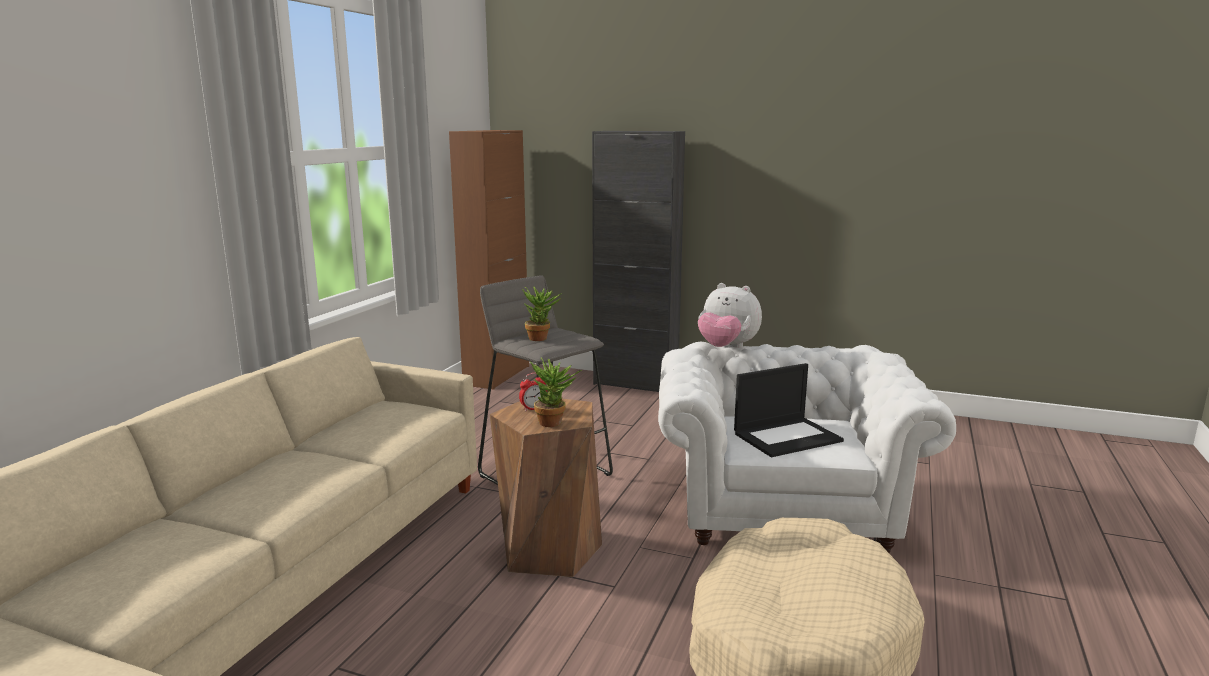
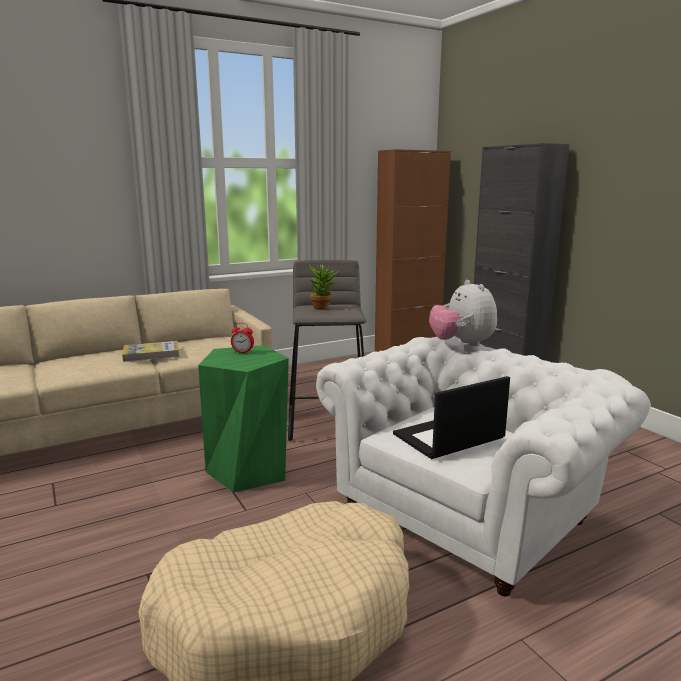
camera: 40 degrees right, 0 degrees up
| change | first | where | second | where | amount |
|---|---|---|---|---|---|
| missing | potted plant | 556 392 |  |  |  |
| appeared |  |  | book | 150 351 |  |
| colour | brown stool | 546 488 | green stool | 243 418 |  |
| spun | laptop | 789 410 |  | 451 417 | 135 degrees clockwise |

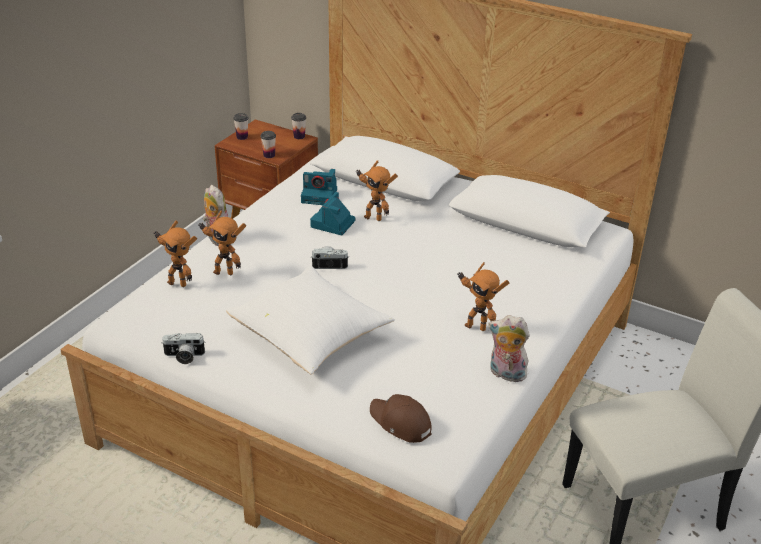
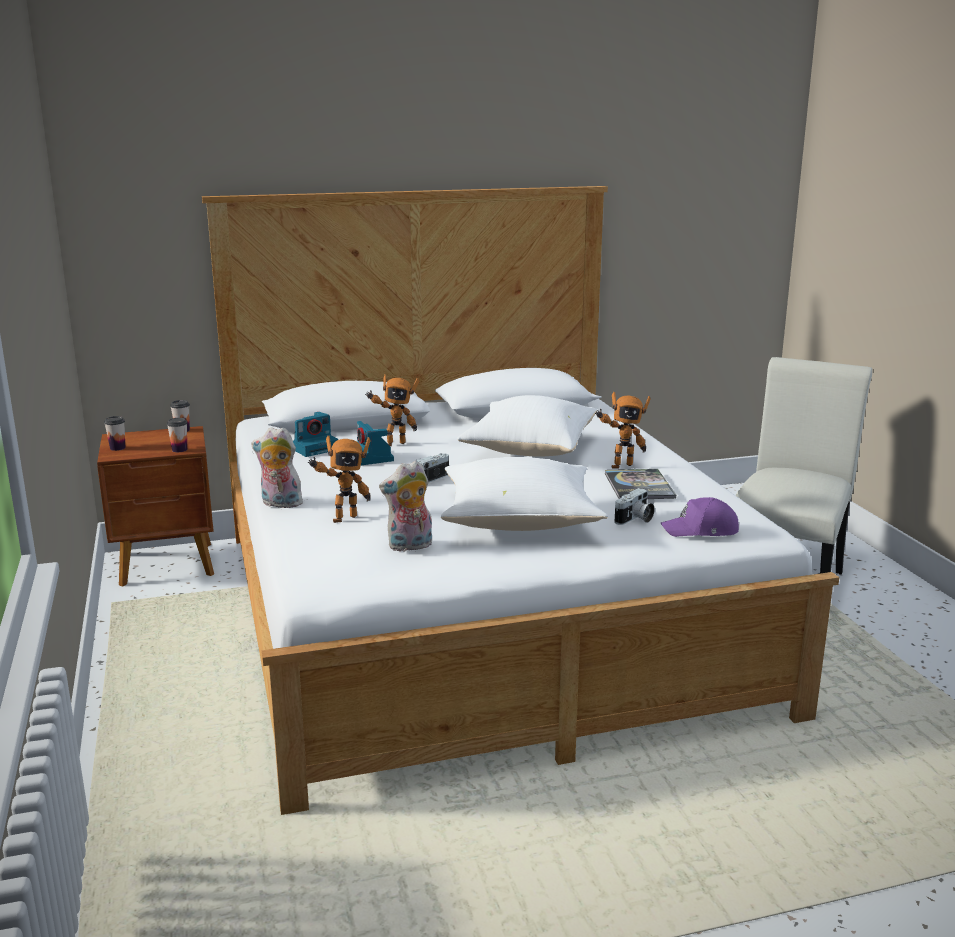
camera: 45 degrees left, 15 degrees down
| change | first | where | second | where | amount |
|---|---|---|---|---|---|
| missing | toy robot | 175 253 |  |  |  |
| appeared |  |  | white pillow | 527 426 |  |
| appeared |  |  | book | 640 484 |  |
| relocated | photo camera | 183 348 |  | 634 506 |  |
| relocated | plush toy | 509 348 |  | 405 506 |  |
| colour | brown cap | 401 418 | purple cap | 700 517 |  |

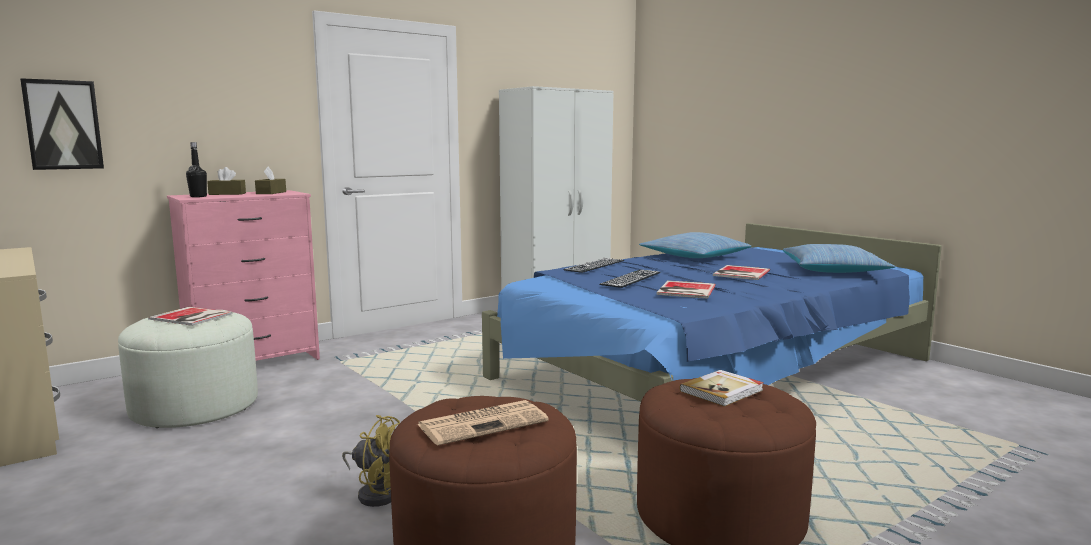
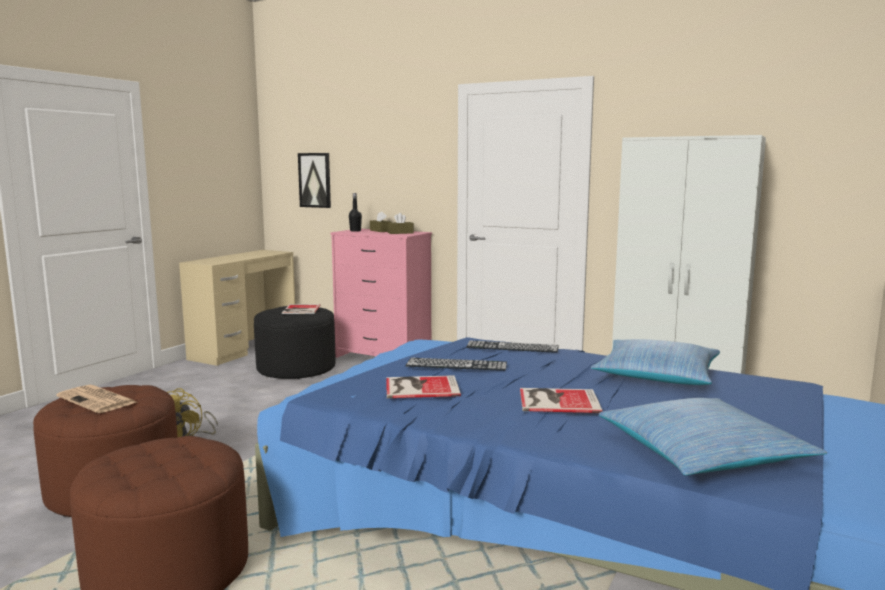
camera: 65 degrees right, 0 degrees up
| change | first | where | second | where | amount |
|---|---|---|---|---|---|
| missing | book | 722 388 |  |  |  |
| colour | white ottoman | 188 369 | black ottoman | 294 342 |  |

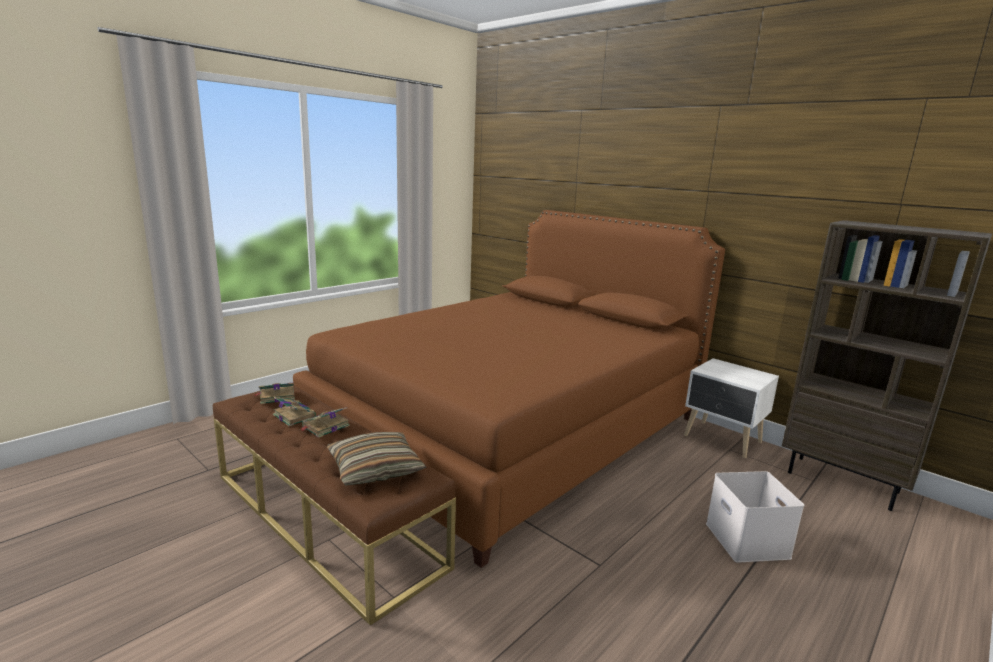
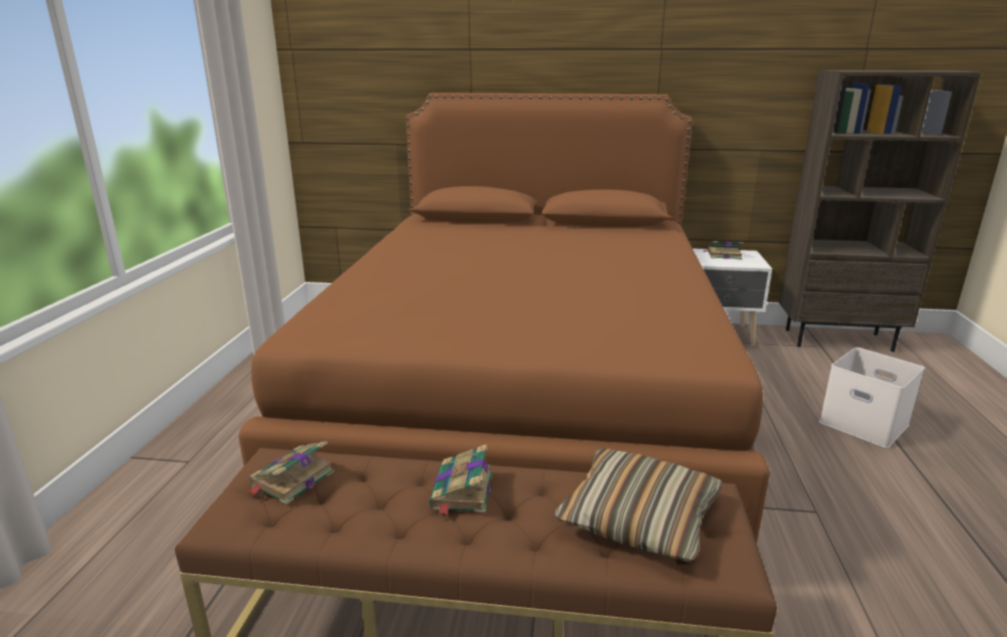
camera: 35 degrees left, 5 degrees up
| change | first | where | second | where | amount |
|---|---|---|---|---|---|
| relocated | book | 294 411 |  | 723 250 |  |

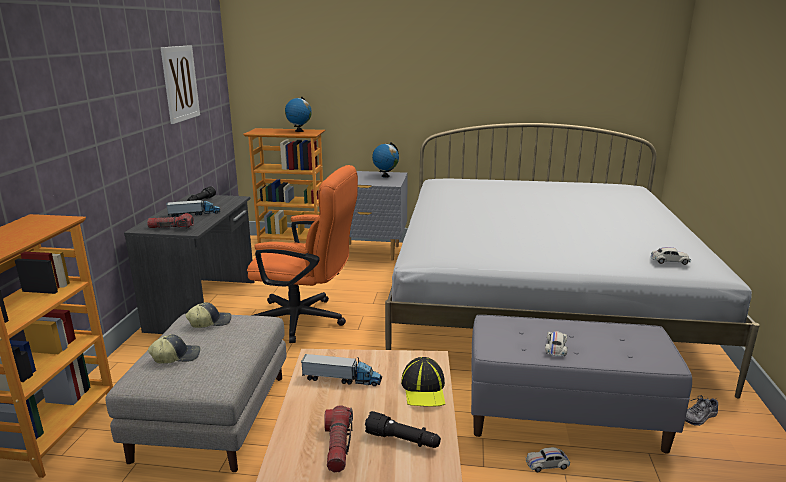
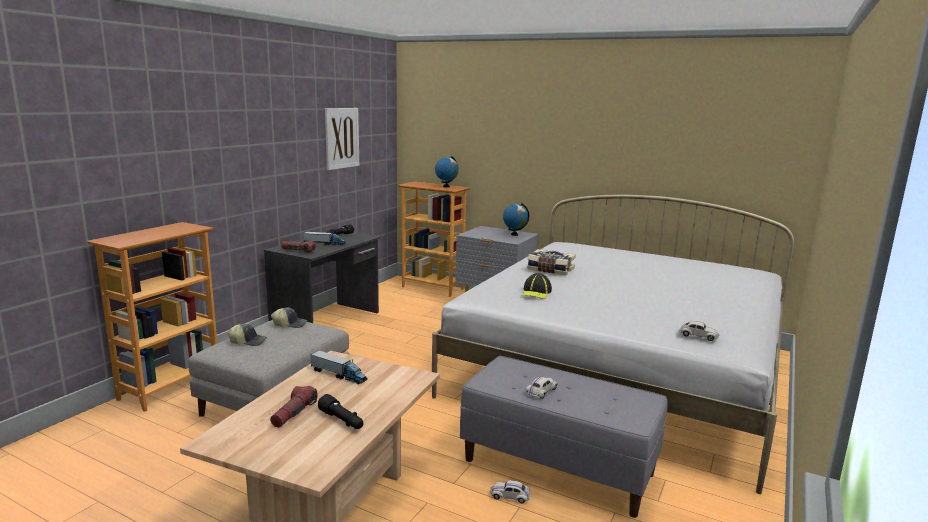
camera: 20 degrees right, 5 degrees down
| change | first | where | second | where | amount |
|---|---|---|---|---|---|
| missing | orange office chair | 302 254 |  |  |  |
| missing | shoe | 701 410 |  |  |  |
| appeared |  |  | book | 551 262 |  |
| relocated | cap | 423 382 |  | 536 286 |  |

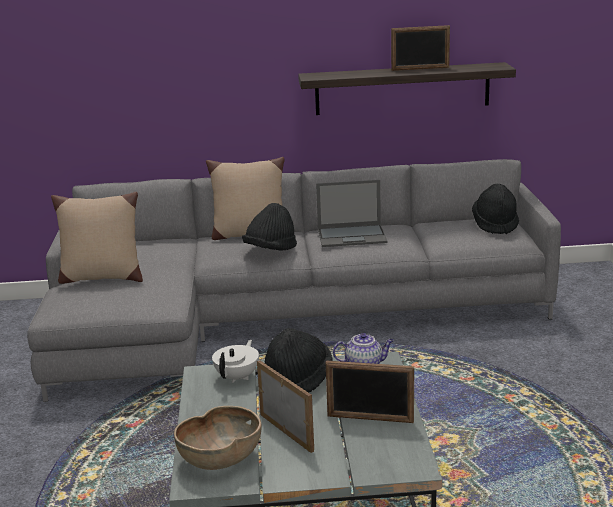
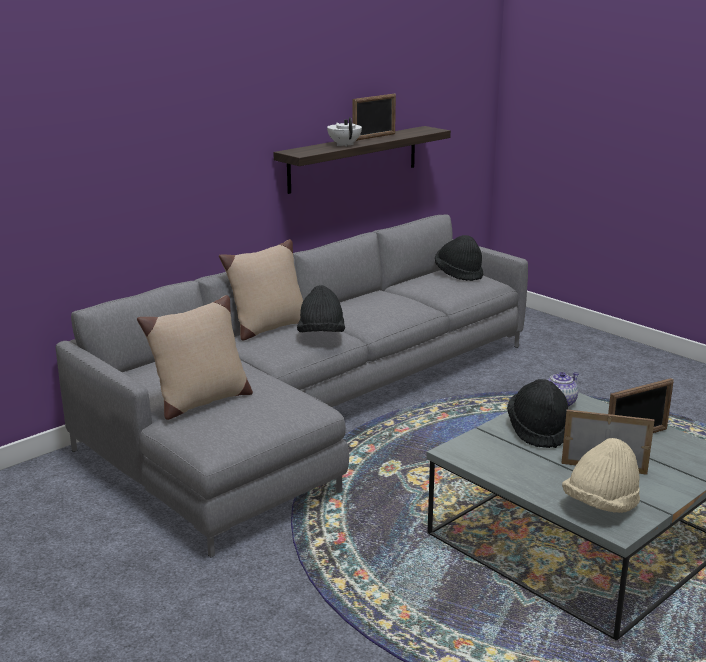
camera: 40 degrees left, 0 degrees up
| change | first | where | second | where | amount |
|---|---|---|---|---|---|
| missing | laptop | 351 213 |  |  |  |
| relocated | white teapot | 235 361 |  | 344 132 |  |
| exchanged | brown bowl | 218 438 | beige hat | 601 475 |  |

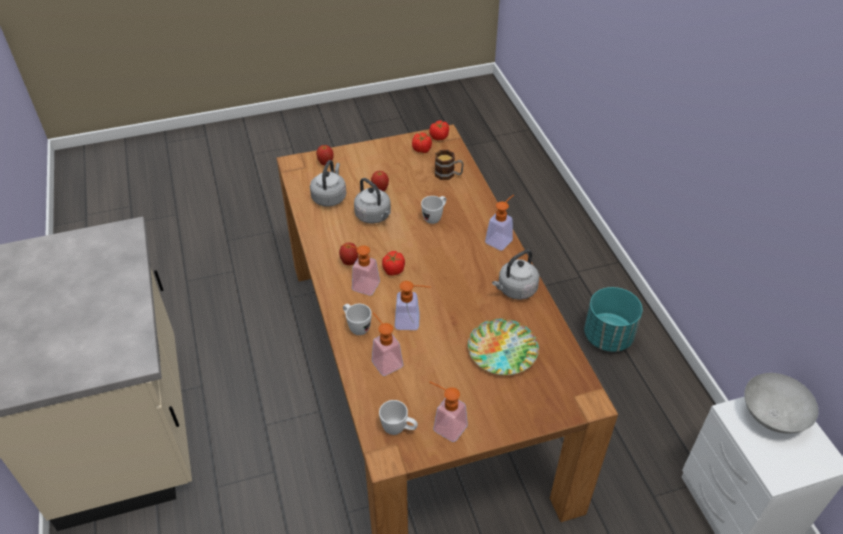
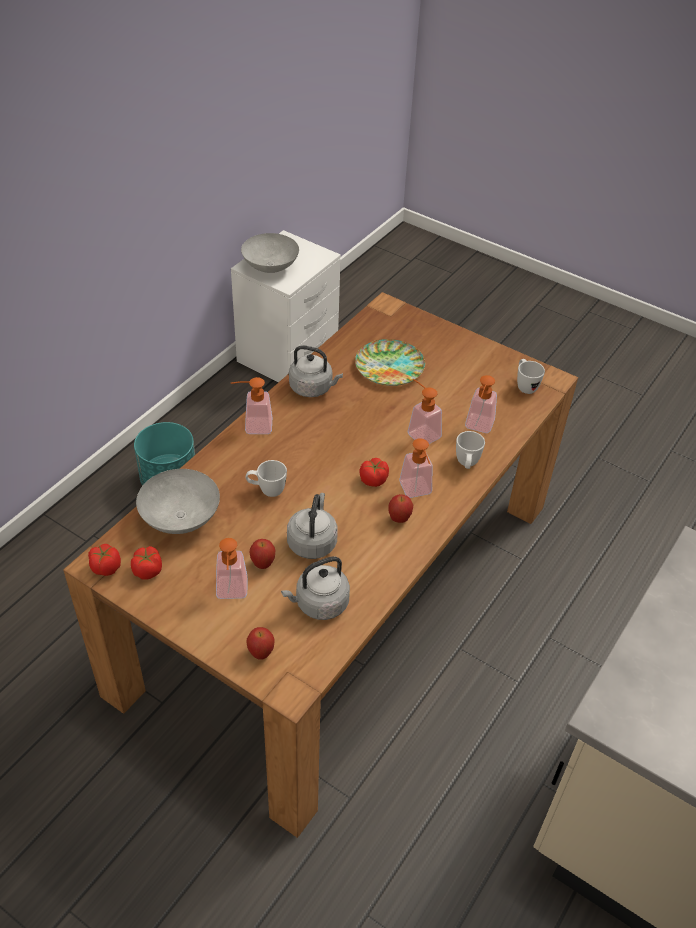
camera: 130 degrees left, 0 degrees up
| change | first | where | second | where | amount |
|---|---|---|---|---|---|
| relocated | soap dispenser | 448 412 |  | 232 568 |  |
| exchanged | mug | 449 165 | grey bowl | 178 501 |  |

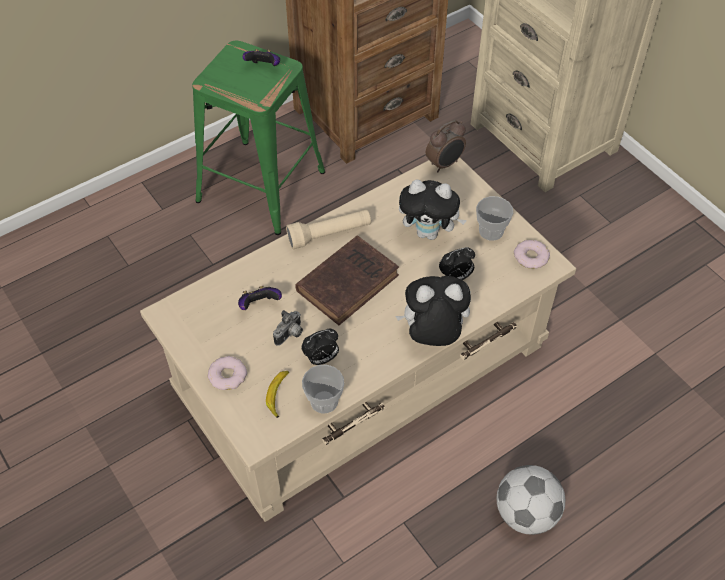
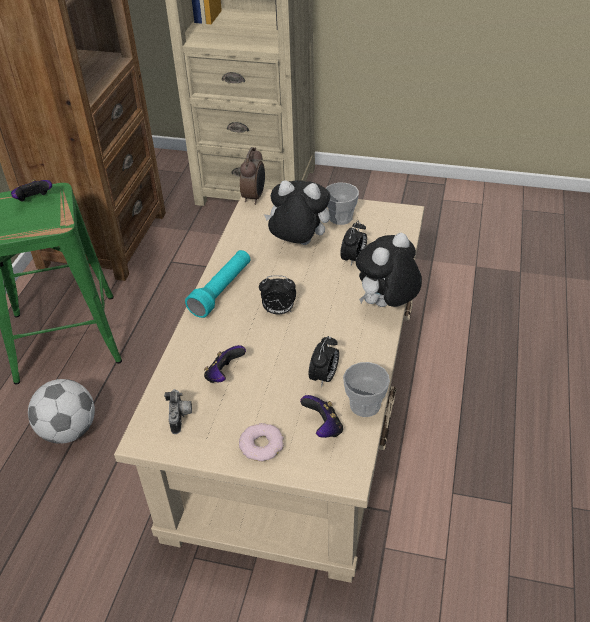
camera: 40 degrees left, 10 degrees down
| change | first | where | second | where | amount |
|---|---|---|---|---|---|
| missing | donut | 532 254 |  |  |  |
| relocated | photo camera | 288 328 |  | 178 411 |  |
| relocated | football | 531 500 |  | 61 411 |  |
| exchanged | banana | 277 394 | game controller | 321 416 |  |
| exchanged | brown book | 347 280 | alarm clock | 277 294 |  |
| colour | beige flashlight | 328 229 | turquoise flashlight | 217 284 |  |
| spun | plush toy | 433 209 |  | 297 212 | 135 degrees counterclockwise |

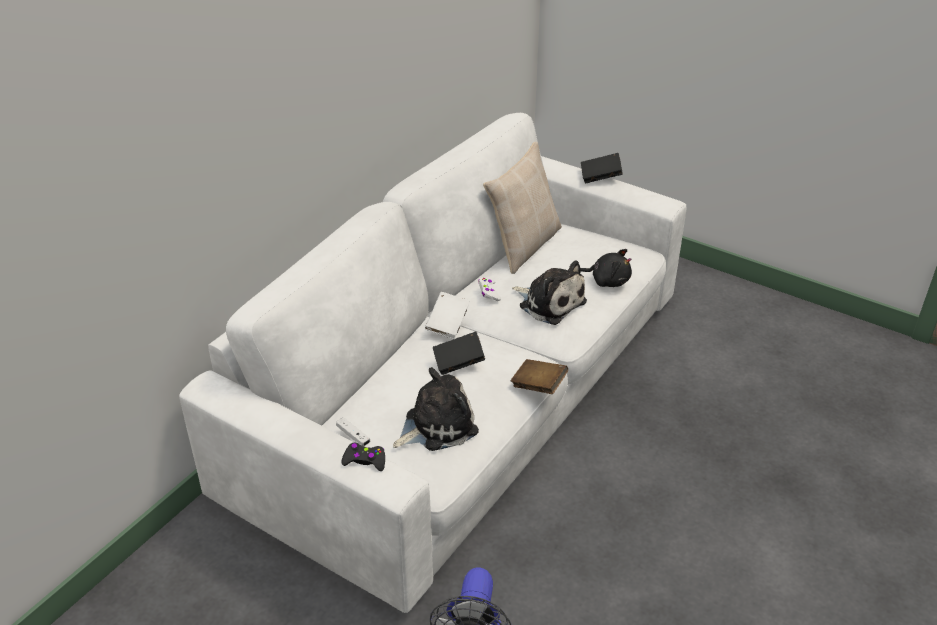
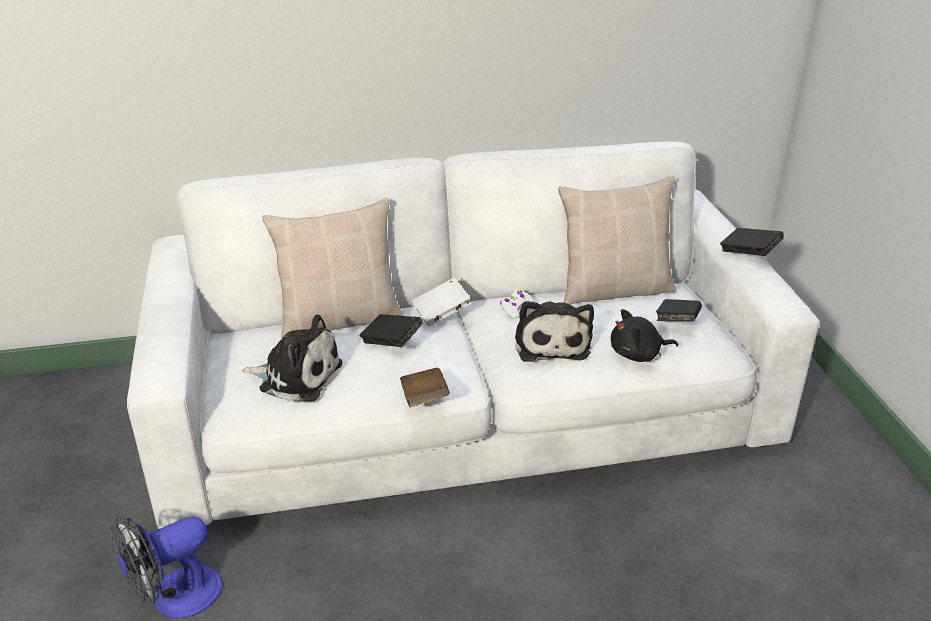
camera: 45 degrees right, 5 degrees down
| change | first | where | second | where | amount |
|---|---|---|---|---|---|
| missing | white game controller | 353 431 |  |  |  |
| missing | black game controller | 363 456 |  |  |  |
| appeared |  |  | beige pillow | 333 268 |  |
| appeared |  |  | black book | 679 310 |  |
| spun | black plush toy | 606 268 |  | 644 335 | 105 degrees clockwise |

